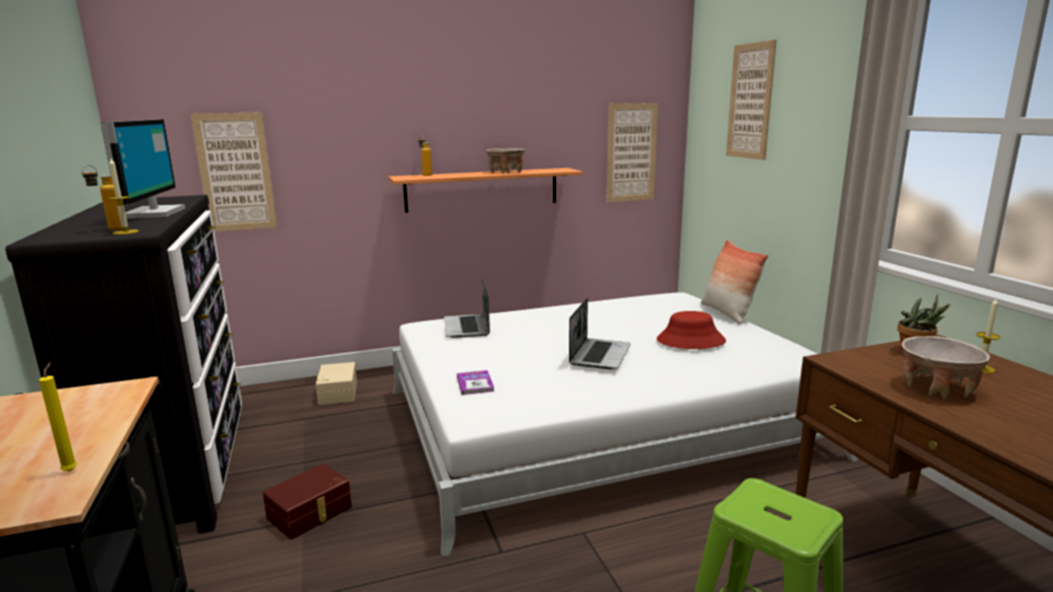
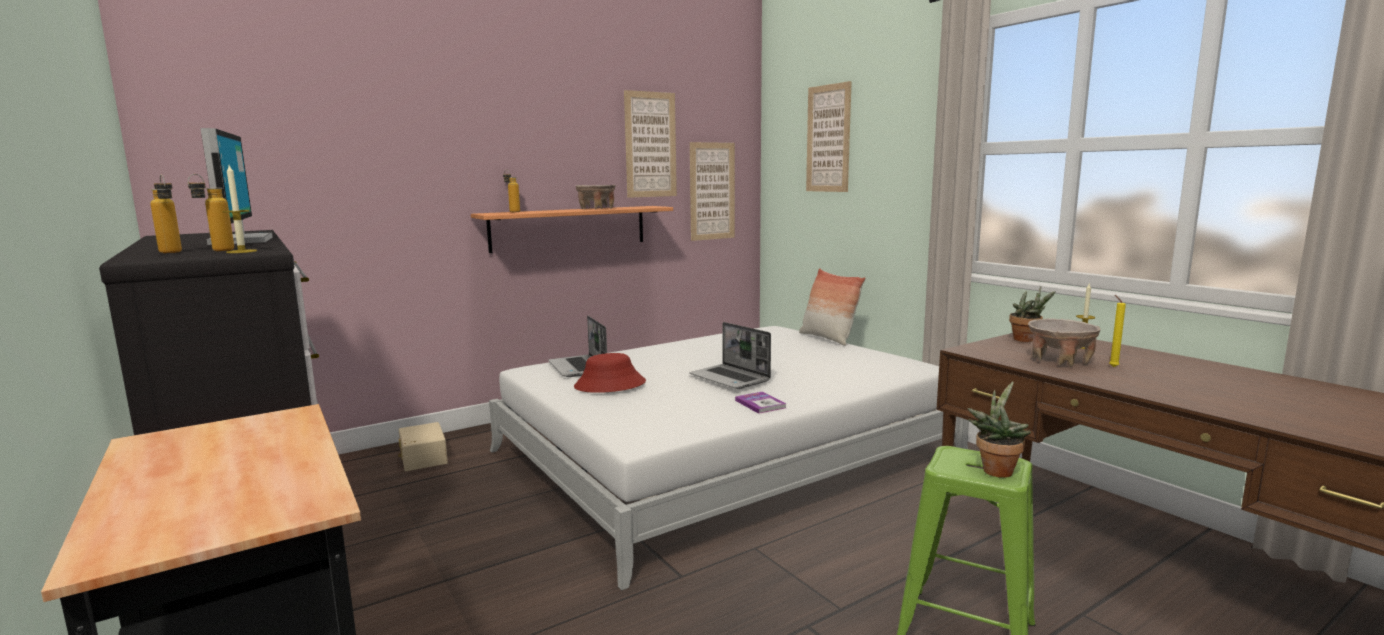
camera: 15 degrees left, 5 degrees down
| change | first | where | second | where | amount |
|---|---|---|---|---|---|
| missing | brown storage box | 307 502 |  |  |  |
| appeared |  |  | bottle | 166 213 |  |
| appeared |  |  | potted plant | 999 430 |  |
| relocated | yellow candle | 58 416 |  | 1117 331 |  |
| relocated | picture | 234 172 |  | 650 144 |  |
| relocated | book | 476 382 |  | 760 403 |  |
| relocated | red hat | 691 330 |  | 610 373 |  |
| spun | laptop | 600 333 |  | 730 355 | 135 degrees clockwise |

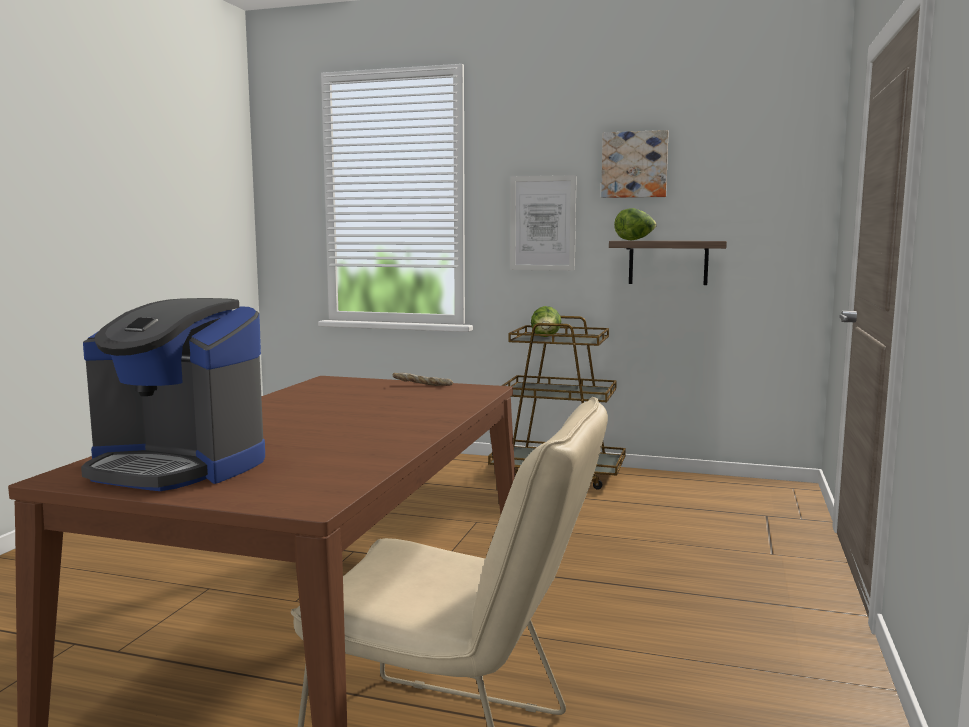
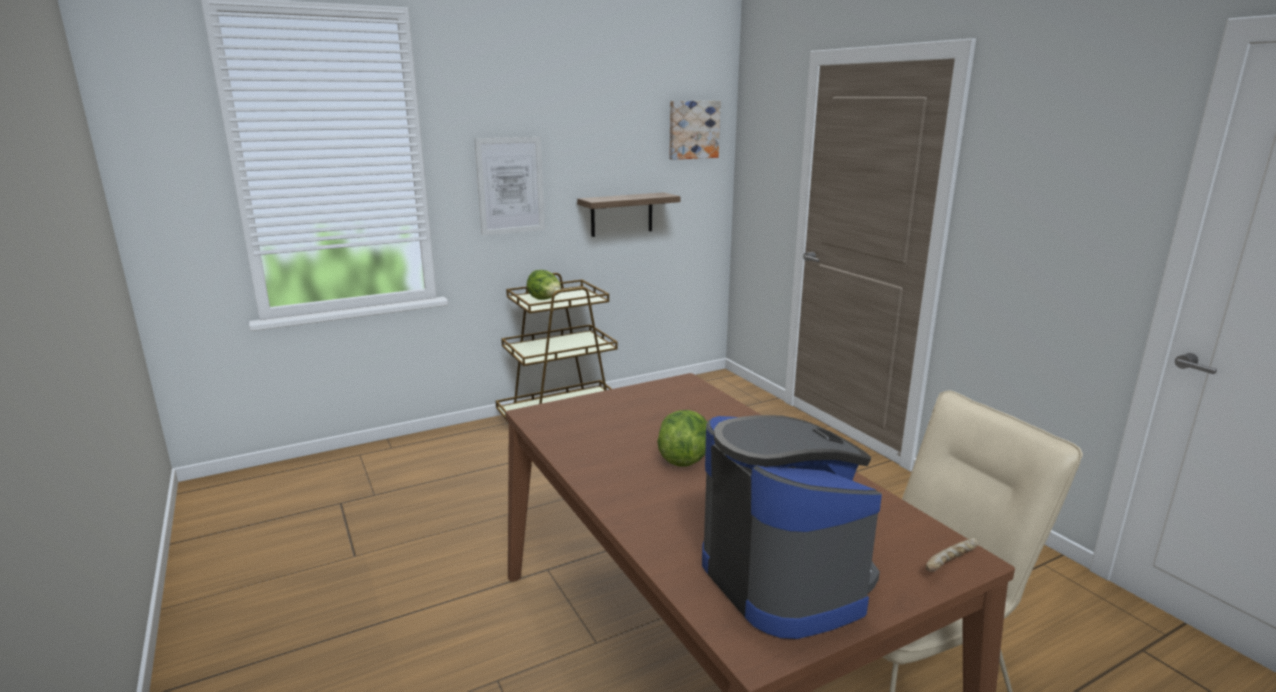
camera: 45 degrees left, 10 degrees up
| change | first | where | second | where | amount |
|---|---|---|---|---|---|
| relocated | bread | 423 379 |  | 952 555 |  |
| relocated | picture | 635 164 |  | 695 130 |  |
| relocated | lettuce | 635 224 |  | 682 438 |  |
| spun | coffee machine | 173 394 |  | 792 527 | 90 degrees counterclockwise |

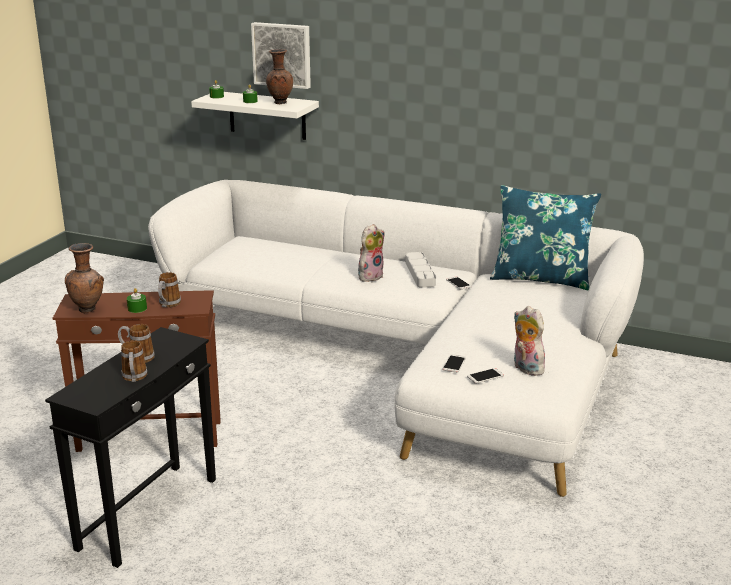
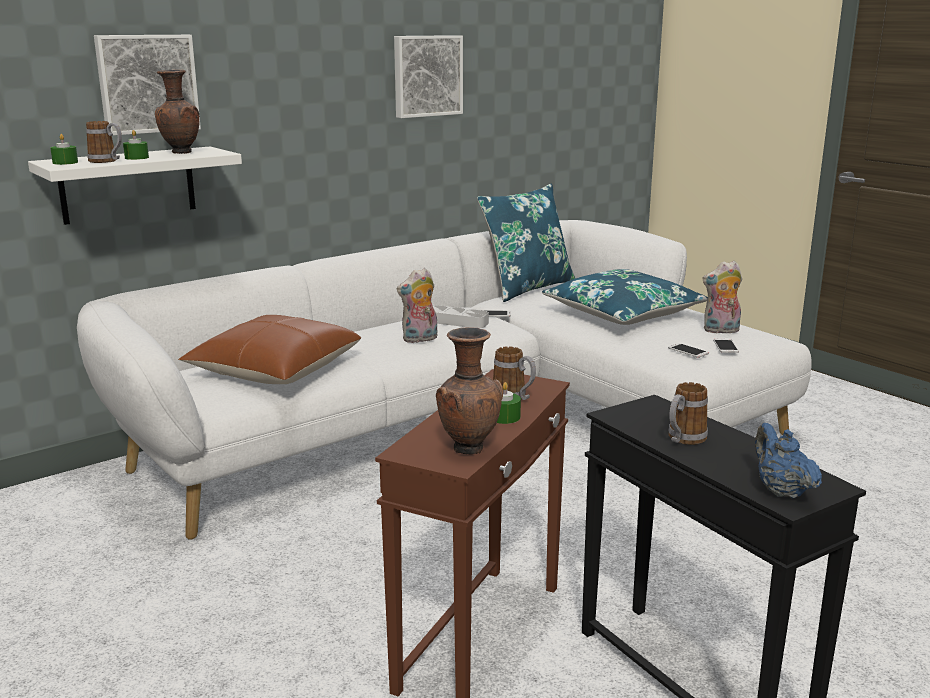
camera: 60 degrees left, 5 degrees down
| change | first | where | second | where | amount |
|---|---|---|---|---|---|
| appeared |  |  | brown pillow | 269 349 |  |
| appeared |  |  | picture | 428 76 |  |
| appeared |  |  | blue pillow | 625 297 |  |
| appeared |  |  | blue teapot | 788 461 |  |
| relocated | mug | 134 361 |  | 104 142 |  |
| spun | plush toy | 371 253 |  | 417 305 | 105 degrees counterclockwise |

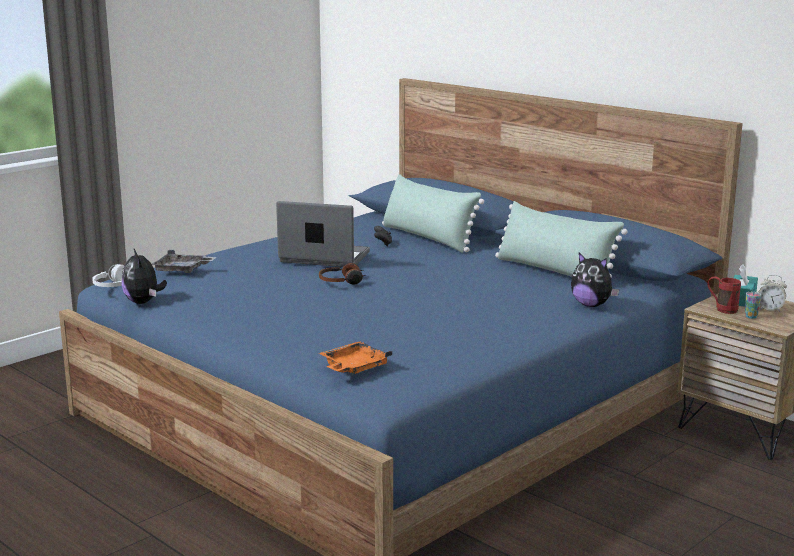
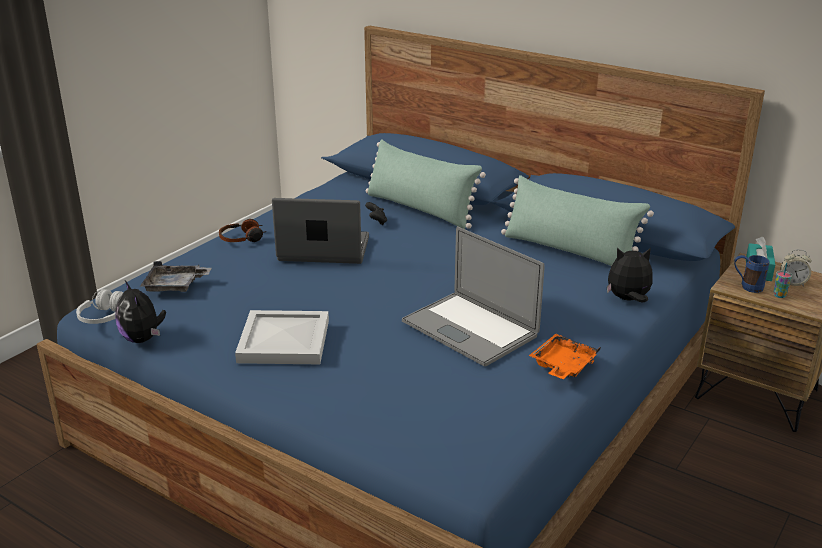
camera: 10 degrees left, 10 degrees up
| change | first | where | second | where | amount |
|---|---|---|---|---|---|
| appeared |  |  | white tray | 282 337 |  |
| appeared |  |  | laptop | 473 296 |  |
| relocated | headphones | 342 274 |  | 242 230 |  |
| relocated | orange tray | 355 357 |  | 565 356 |  |
| colour | red mug | 724 295 | blue mug | 752 274 |  |
| spun | plush toy | 595 280 |  | 630 275 | 150 degrees clockwise |

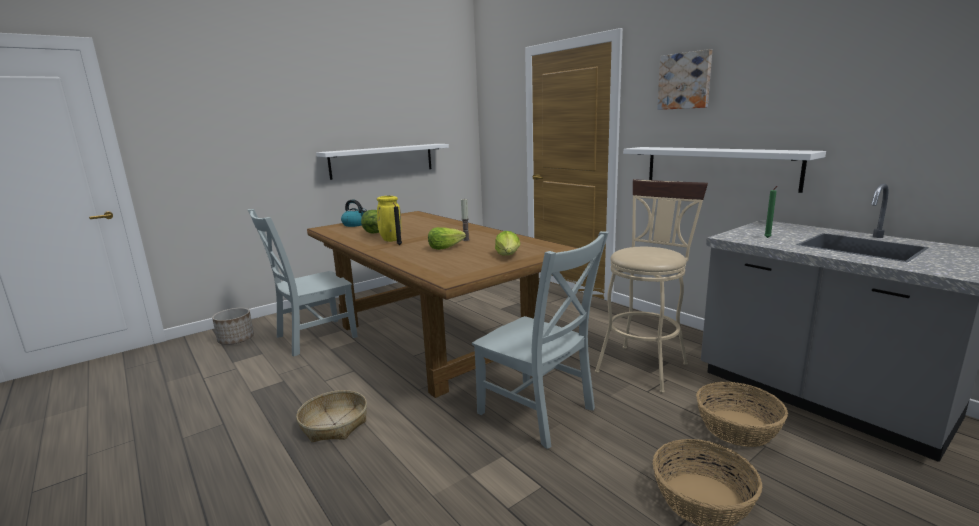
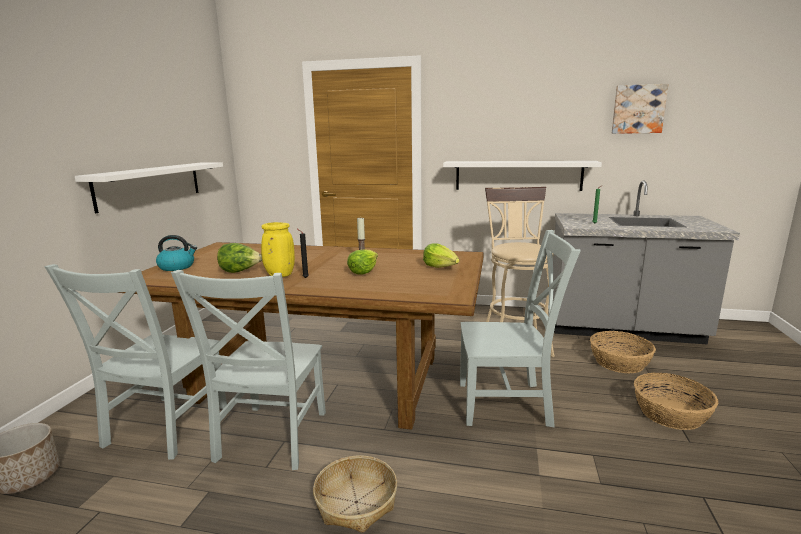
camera: 40 degrees left, 0 degrees up
| change | first | where | second | where | amount |
|---|---|---|---|---|---|
| appeared |  |  | grey chair | 248 370 |  |
| relocated | picture | 684 79 |  | 640 109 |  |

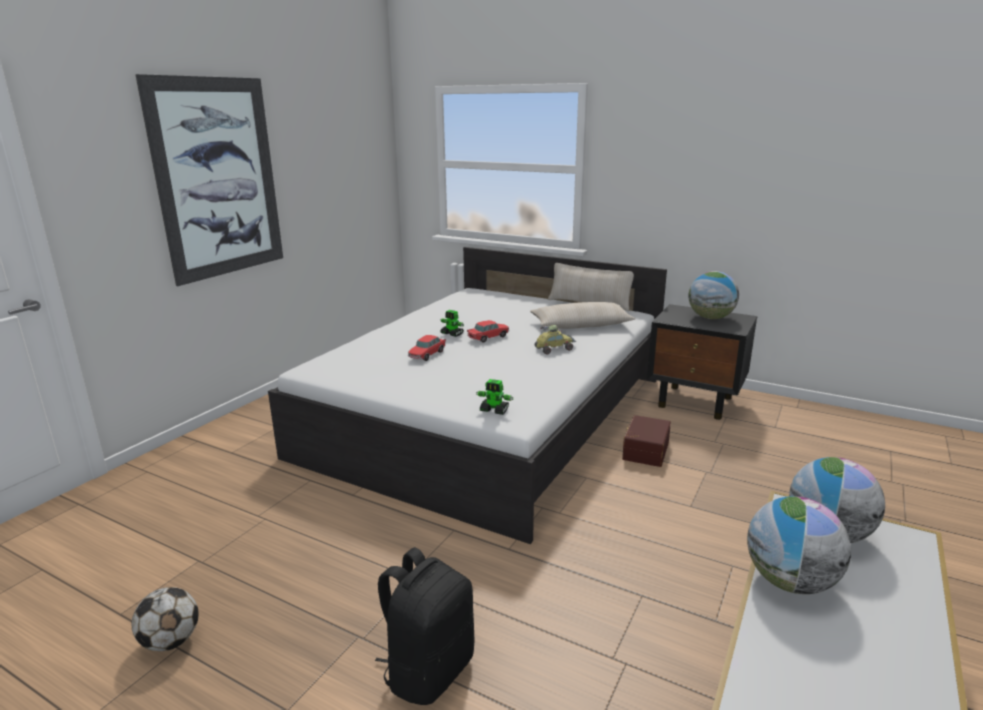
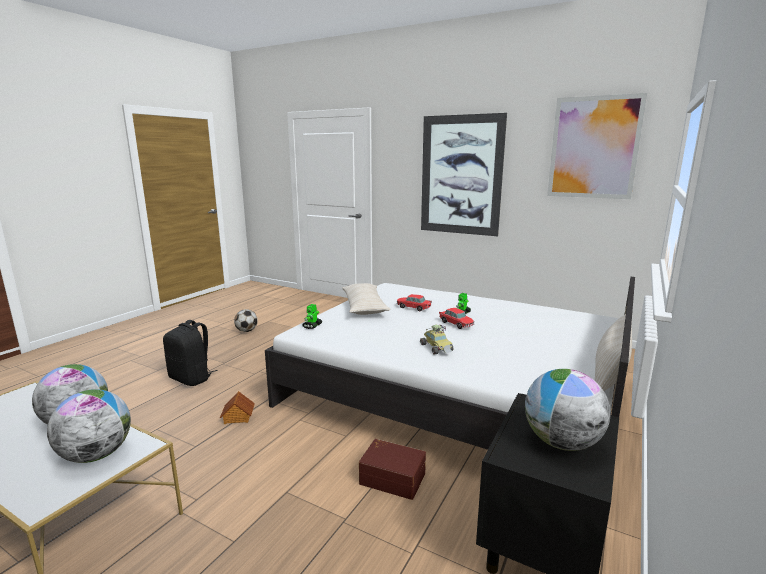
camera: 90 degrees right, 5 degrees down
| change | first | where | second | where | amount |
|---|---|---|---|---|---|
| appeared |  |  | toy house | 237 407 |  |
| appeared |  |  | picture | 597 146 |  |
| relocated | beige pillow | 582 315 |  | 366 299 |  |

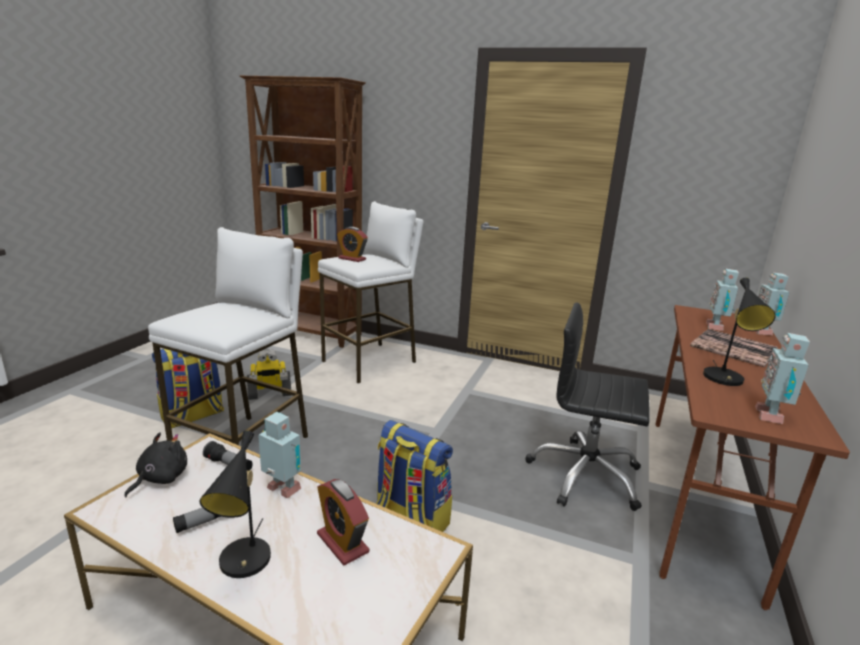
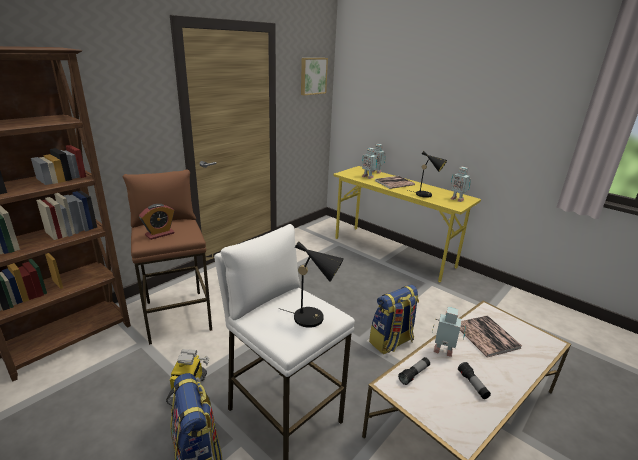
camera: 70 degrees left, 5 degrees up
| change | first | where | second | where | amount |
|---|---|---|---|---|---|
| missing | black plush toy | 155 465 |  |  |  |
| missing | black office chair | 587 407 |  |  |  |
| appeared |  |  | picture | 314 76 |  |
| relocated | black table lamp | 235 504 |  | 311 284 |  |
| exchanged | alarm clock | 343 522 | book | 491 336 |  |
| colour | white stool | 370 292 | brown stool | 167 257 |  |
| colour | brown desk | 753 457 | yellow desk | 407 224 |  |
| spun | toy robot | 279 455 |  | 449 332 | 60 degrees clockwise |

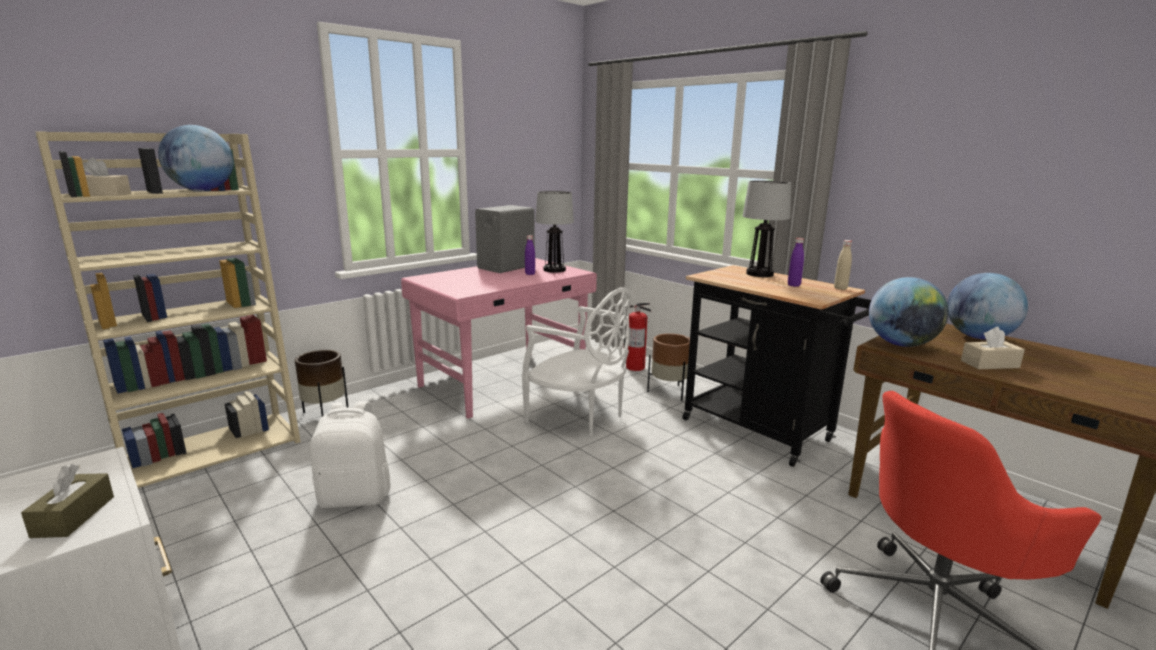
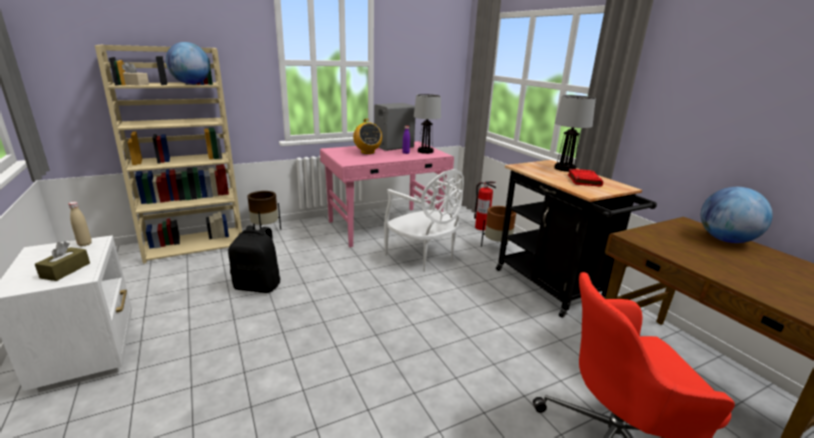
camera: 15 degrees right, 5 degrees up
| change | first | where | second | where | amount |
|---|---|---|---|---|---|
| missing | globe | 909 312 |  |  |  |
| missing | beige tissue box | 993 348 |  |  |  |
| appeared |  |  | radio | 367 136 |  |
| relocated | beige bottle | 843 265 |  | 80 224 |  |
| exchanged | purple bottle | 796 262 | red book | 585 178 |  |
| colour | white backpack | 350 454 | black backpack | 254 259 |  |

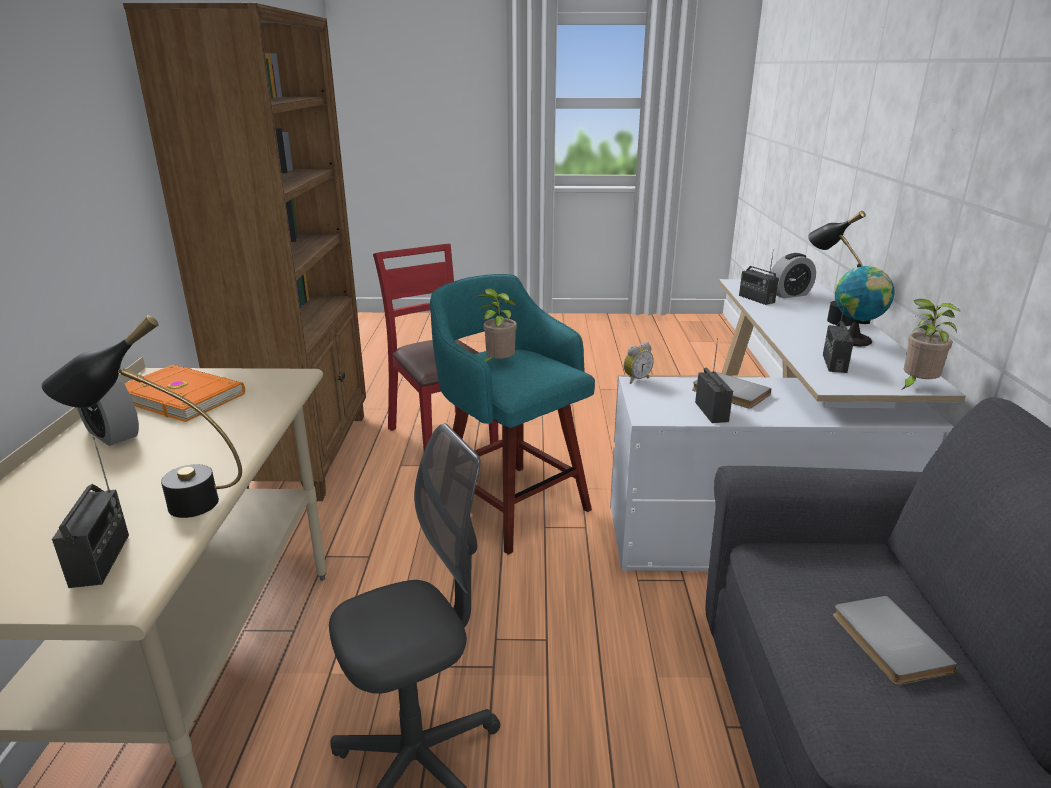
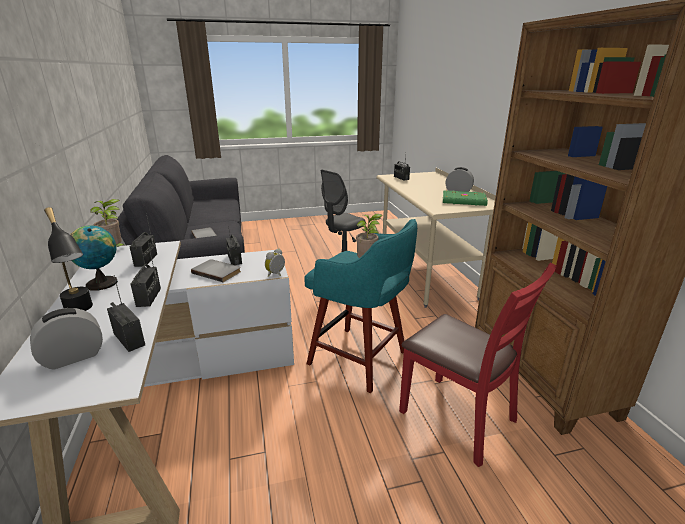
camera: 165 degrees right, 0 degrees up
| change | first | where | second | where | amount |
|---|---|---|---|---|---|
| missing | black table lamp | 141 416 |  |  |  |
| appeared |  |  | radio | 146 274 |  |
| colour | orange book | 185 393 | green book | 465 198 |  |

